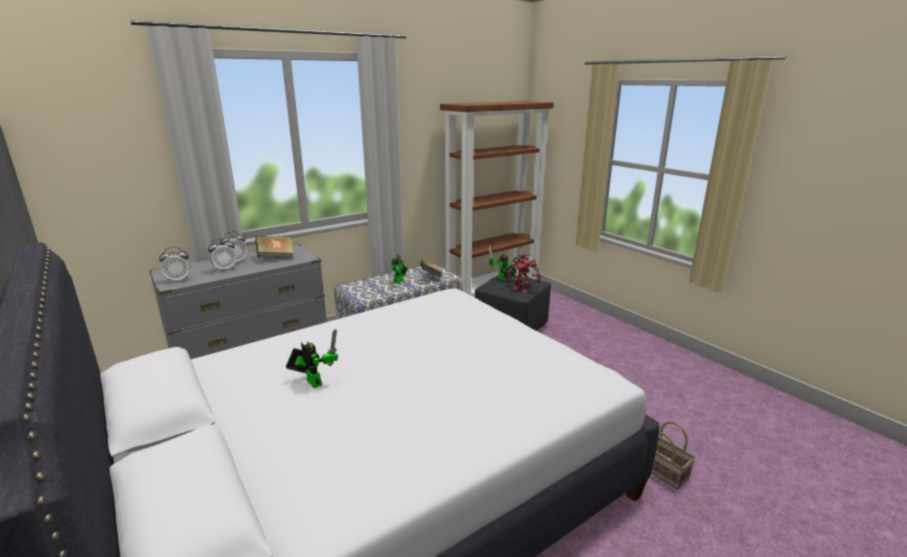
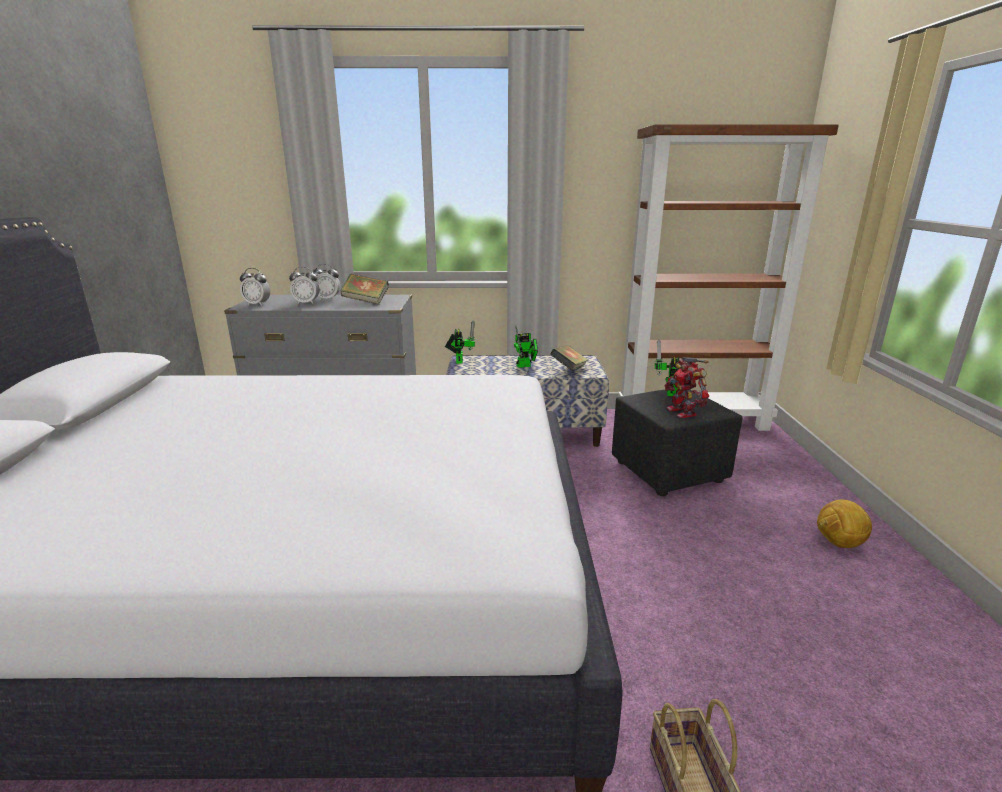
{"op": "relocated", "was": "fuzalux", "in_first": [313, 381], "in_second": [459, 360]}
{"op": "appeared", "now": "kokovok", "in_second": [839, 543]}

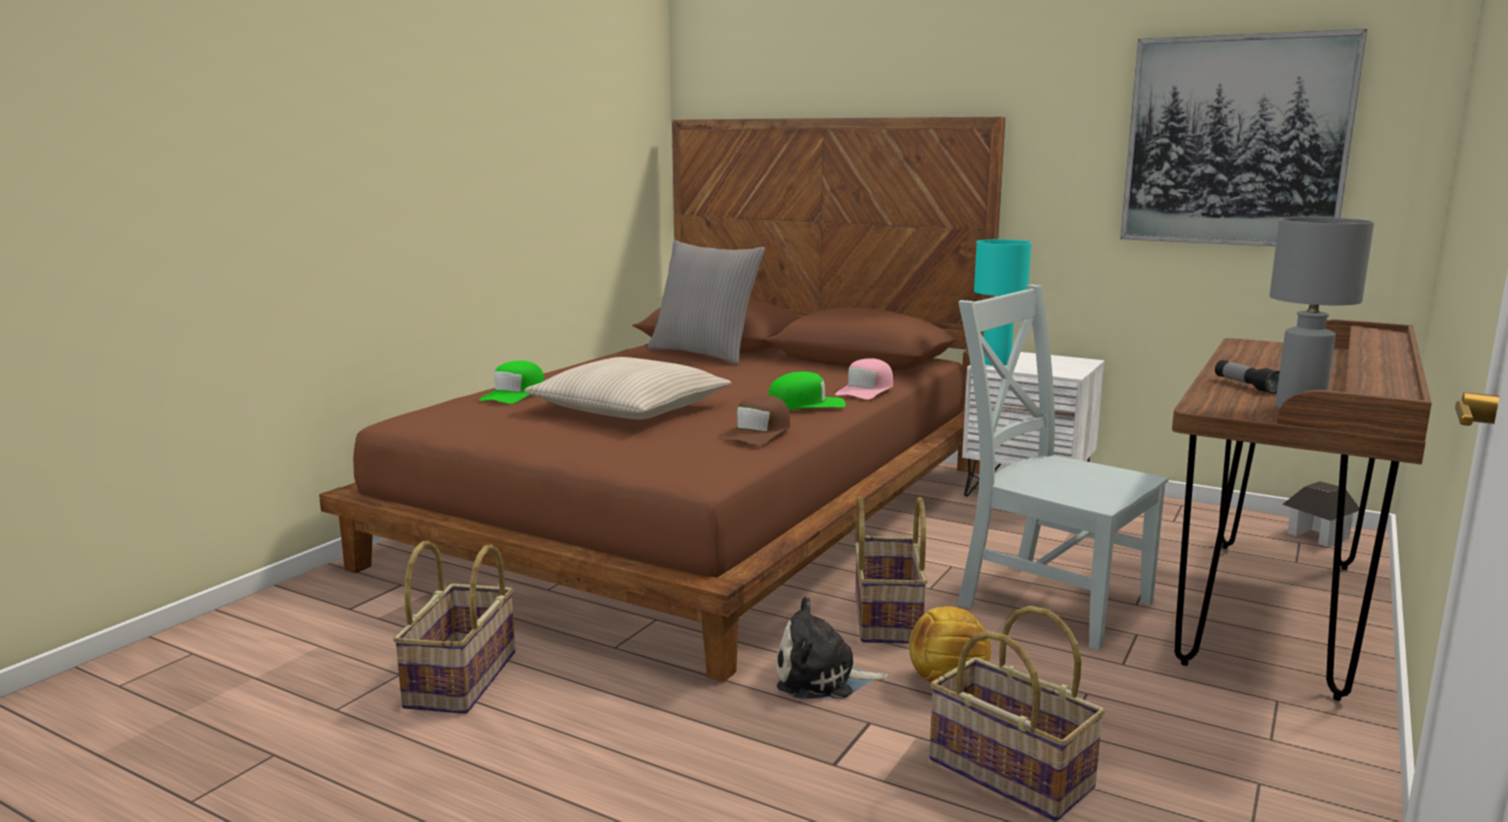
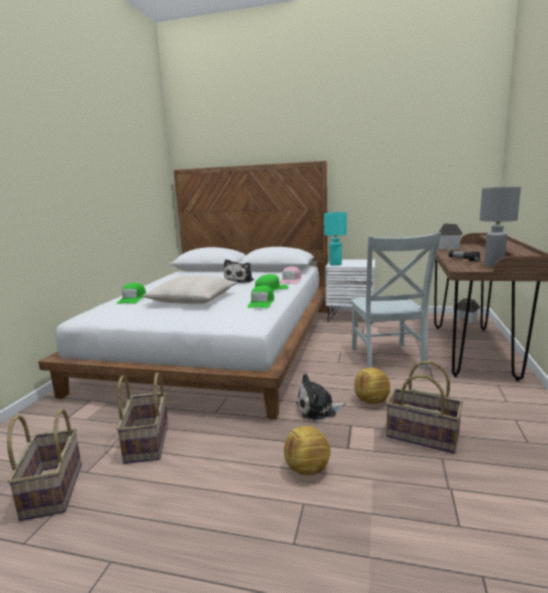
{"op": "missing", "was": "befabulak", "in_first": [1235, 141]}
{"op": "colour", "was": "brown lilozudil", "now": "white lilozudil", "in_first": [701, 514], "in_second": [221, 345]}
{"op": "missing", "was": "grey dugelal", "in_first": [705, 354]}
{"op": "spun", "was": "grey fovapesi", "in_first": [1047, 600], "in_second": [387, 359], "clockwise": -120}
{"op": "colour", "was": "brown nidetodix", "now": "green nidetodix", "in_first": [758, 433], "in_second": [261, 303]}
{"op": "relocated", "was": "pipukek", "in_first": [885, 618], "in_second": [51, 490]}
{"op": "appeared", "now": "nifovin", "in_second": [448, 248]}
{"op": "appeared", "now": "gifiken", "in_second": [240, 281]}
{"op": "appeared", "now": "kokovok", "in_second": [307, 469]}

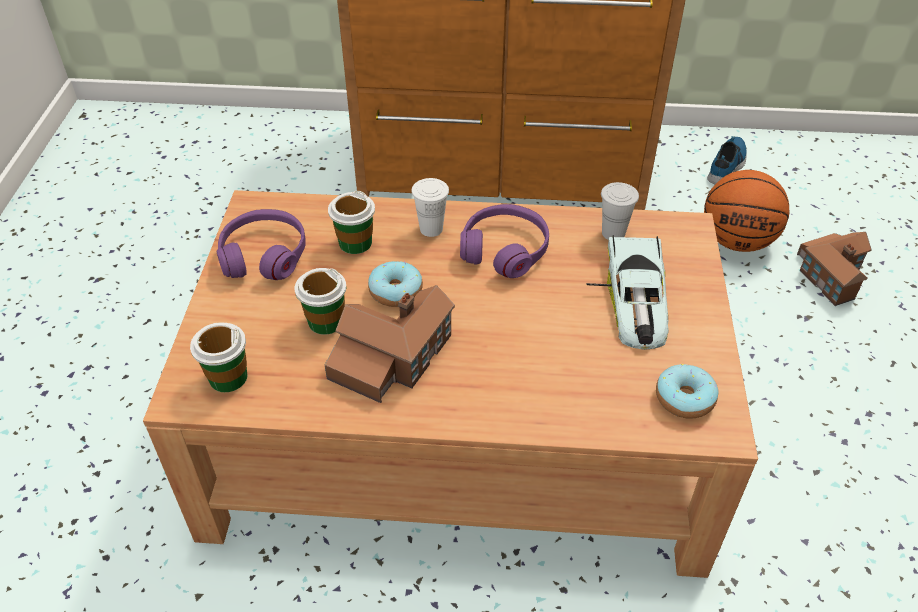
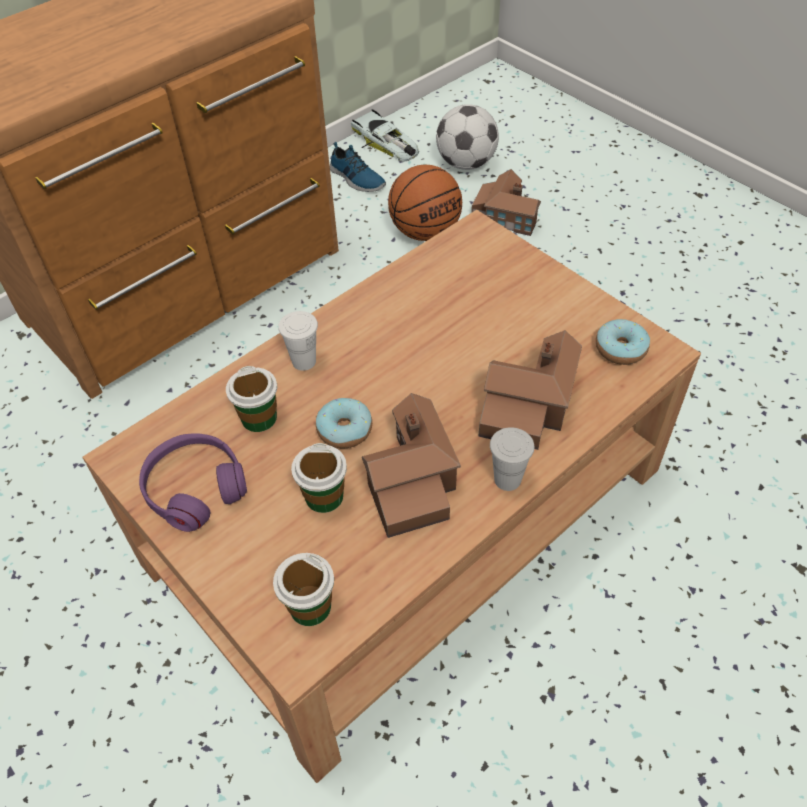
{"op": "spun", "was": "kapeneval", "in_first": [727, 165], "in_second": [356, 179], "clockwise": 150}
{"op": "relocated", "was": "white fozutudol", "in_first": [613, 233], "in_second": [507, 479]}
{"op": "missing", "was": "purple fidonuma", "in_first": [504, 249]}
{"op": "relocated", "was": "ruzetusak", "in_first": [634, 299], "in_second": [385, 143]}
{"op": "appeared", "now": "kokovok", "in_second": [466, 163]}
{"op": "appeared", "now": "nifovin", "in_second": [528, 405]}

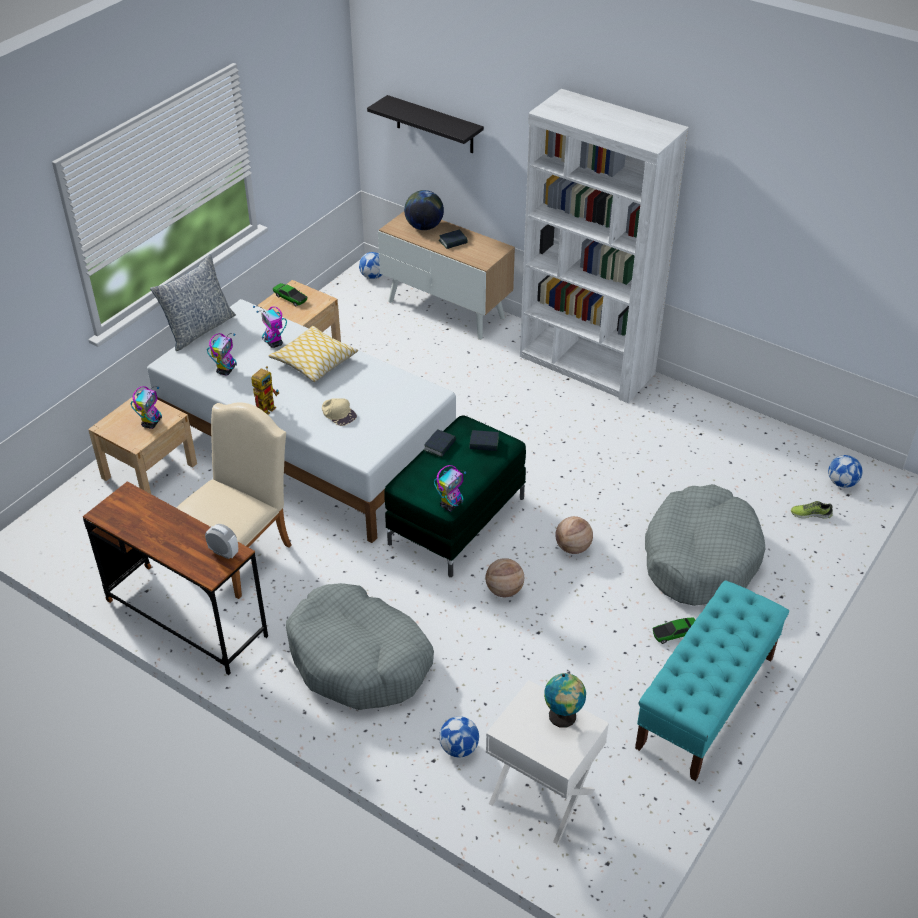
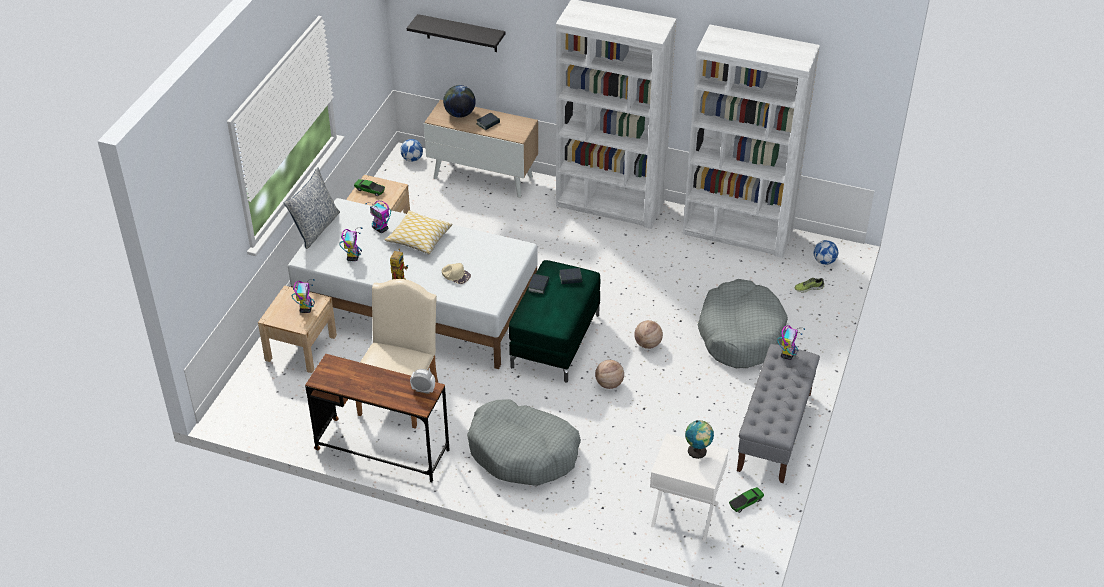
{"op": "relocated", "was": "fuzalux", "in_first": [451, 504], "in_second": [787, 354]}
{"op": "colour", "was": "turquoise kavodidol", "now": "grey kavodidol", "in_first": [705, 702], "in_second": [774, 431]}
{"op": "relocated", "was": "ruzetusak", "in_first": [674, 633], "in_second": [746, 502]}
{"op": "missing", "was": "kokovok", "in_first": [459, 748]}
{"op": "appeared", "now": "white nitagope", "in_second": [738, 232]}

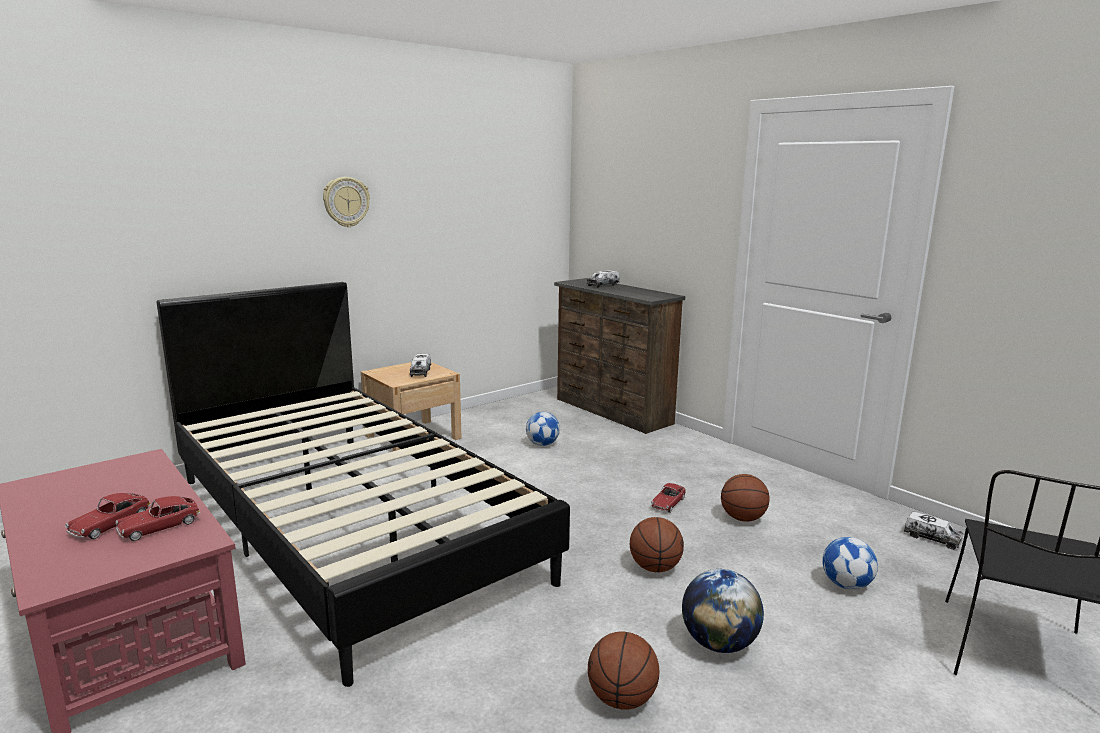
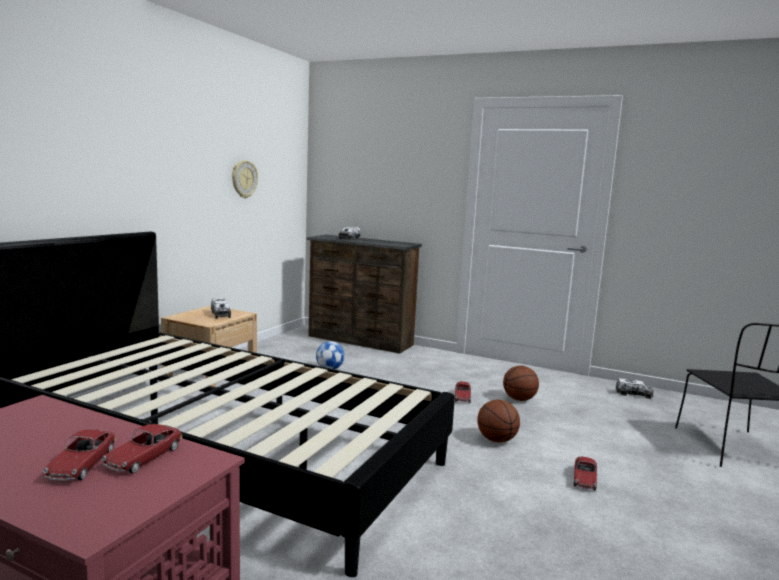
{"op": "relocated", "was": "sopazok", "in_first": [346, 202], "in_second": [244, 179]}
{"op": "missing", "was": "kokovok", "in_first": [846, 585]}
{"op": "exchanged", "was": "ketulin", "now": "ruzetusak", "in_first": [719, 644], "in_second": [584, 479]}
{"op": "missing", "was": "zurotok", "in_first": [622, 699]}

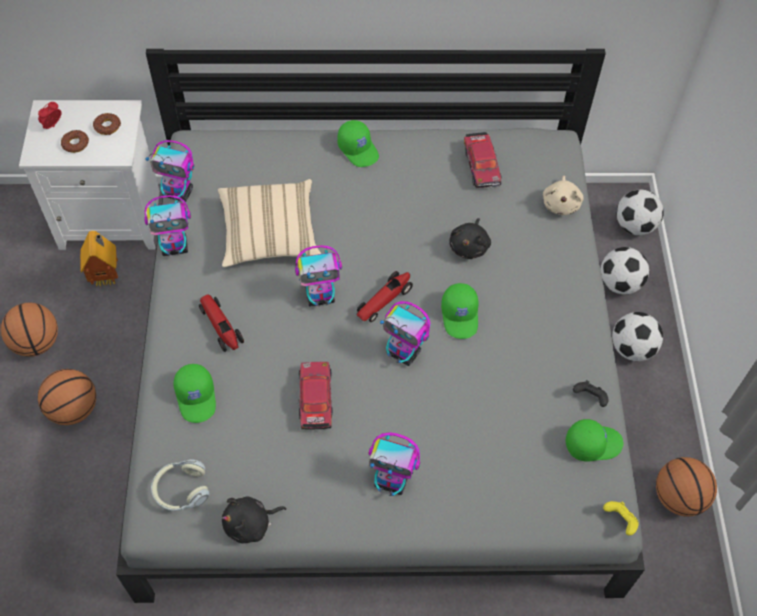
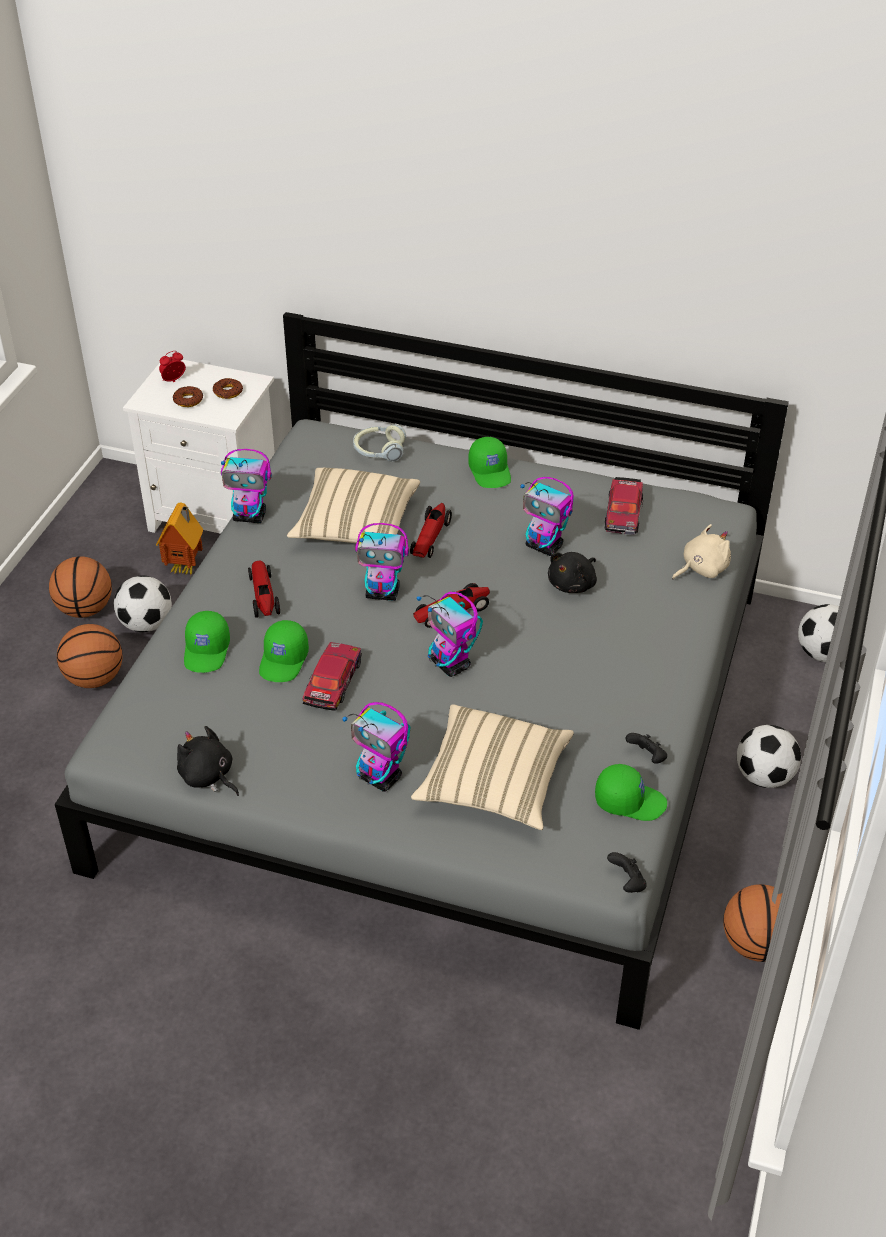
{"op": "relocated", "was": "fuzalux", "in_first": [179, 193], "in_second": [544, 546]}
{"op": "spun", "was": "beige gifiken", "in_first": [561, 204], "in_second": [701, 569], "clockwise": -150}
{"op": "relocated", "was": "kokovok", "in_first": [619, 283], "in_second": [146, 624]}
{"op": "relocated", "was": "green nidetodix", "in_first": [460, 316], "in_second": [284, 661]}
{"op": "relocated", "was": "fidonuma", "in_first": [181, 490], "in_second": [379, 451]}
{"op": "spun", "was": "black gifiken", "in_first": [250, 524], "in_second": [208, 777], "clockwise": 45}
{"op": "colour", "was": "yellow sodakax", "now": "black sodakax", "in_first": [620, 521], "in_second": [627, 883]}
{"op": "appeared", "now": "ruzetusak", "in_second": [430, 537]}
{"op": "appeared", "now": "beige dugelal", "in_second": [493, 783]}

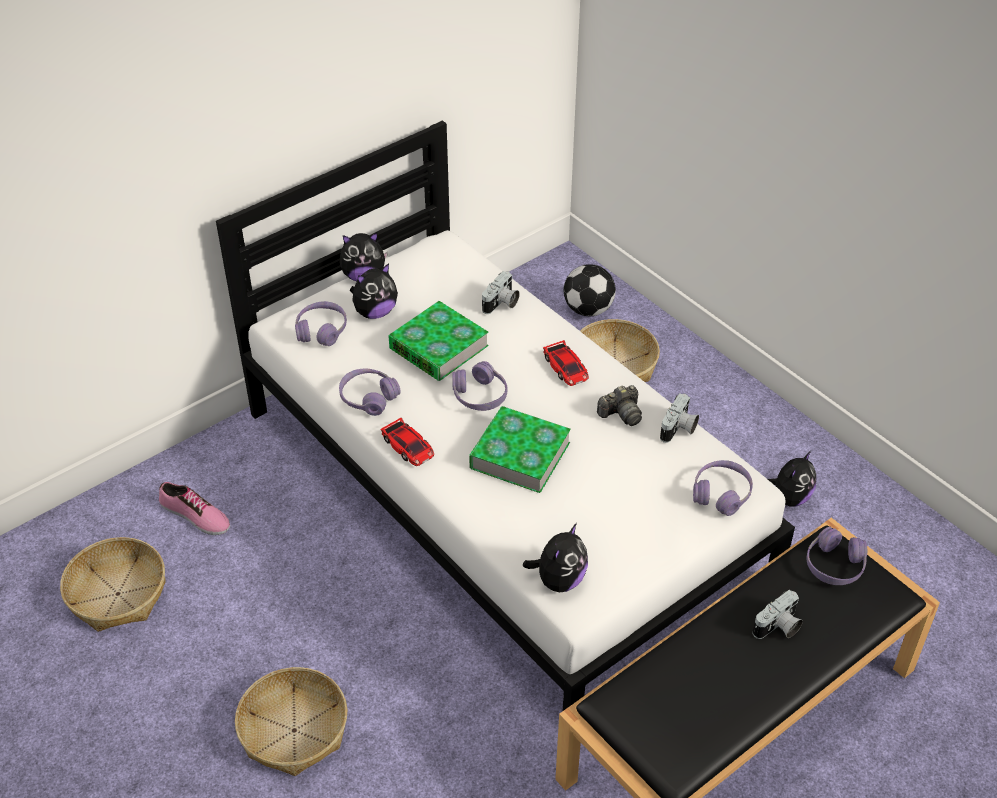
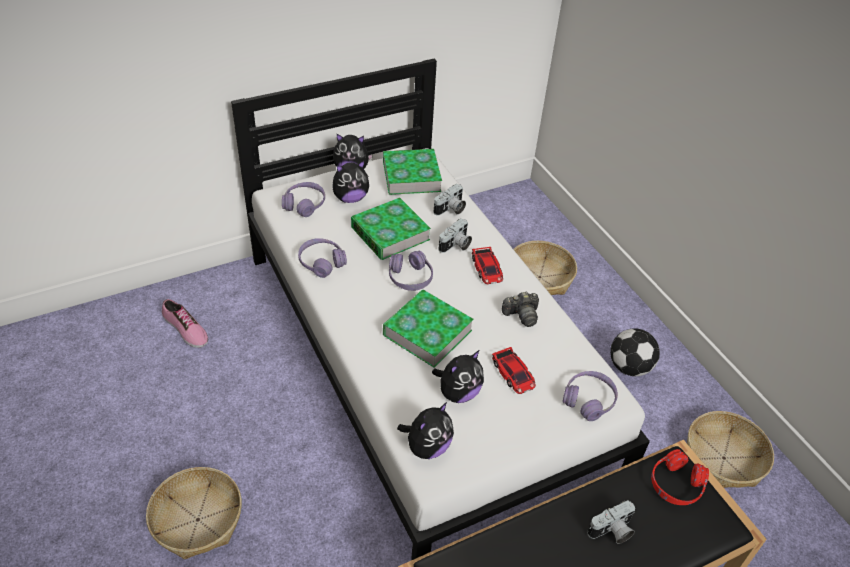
{"op": "relocated", "was": "kokovok", "in_first": [587, 309], "in_second": [629, 366]}
{"op": "relocated", "was": "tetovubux", "in_first": [679, 429], "in_second": [456, 245]}
{"op": "relocated", "was": "ruzetusak", "in_first": [408, 446], "in_second": [513, 374]}
{"op": "relocated", "was": "gifiken", "in_first": [789, 497], "in_second": [458, 393]}
{"op": "colour", "was": "purple fidonuma", "now": "red fidonuma", "in_first": [834, 565], "in_second": [676, 484]}
{"op": "relocated", "was": "pipukek", "in_first": [118, 594], "in_second": [724, 458]}
{"op": "appeared", "now": "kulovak", "in_second": [411, 176]}

